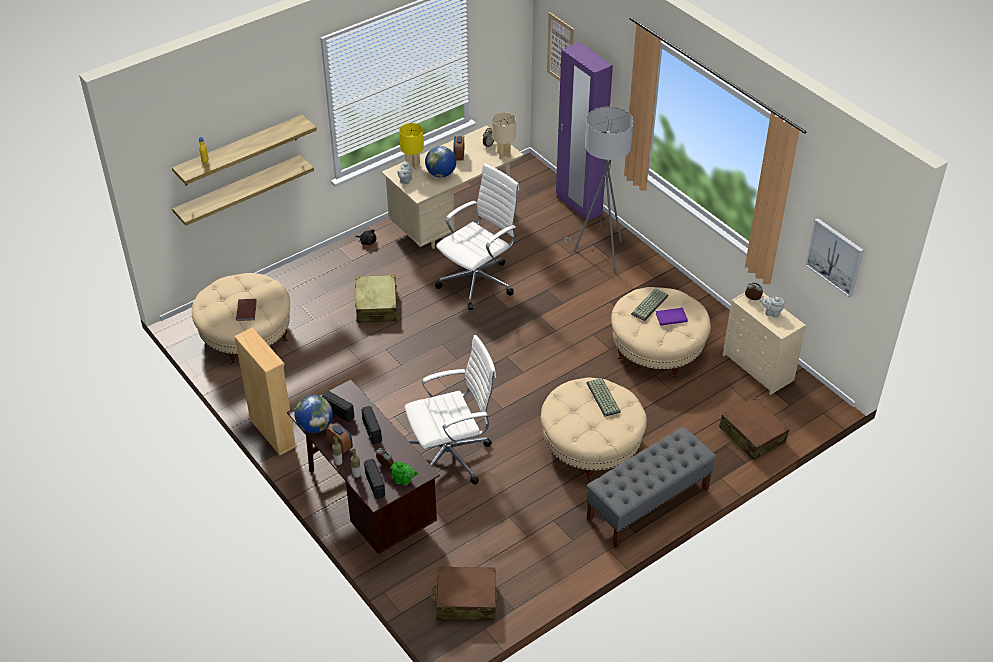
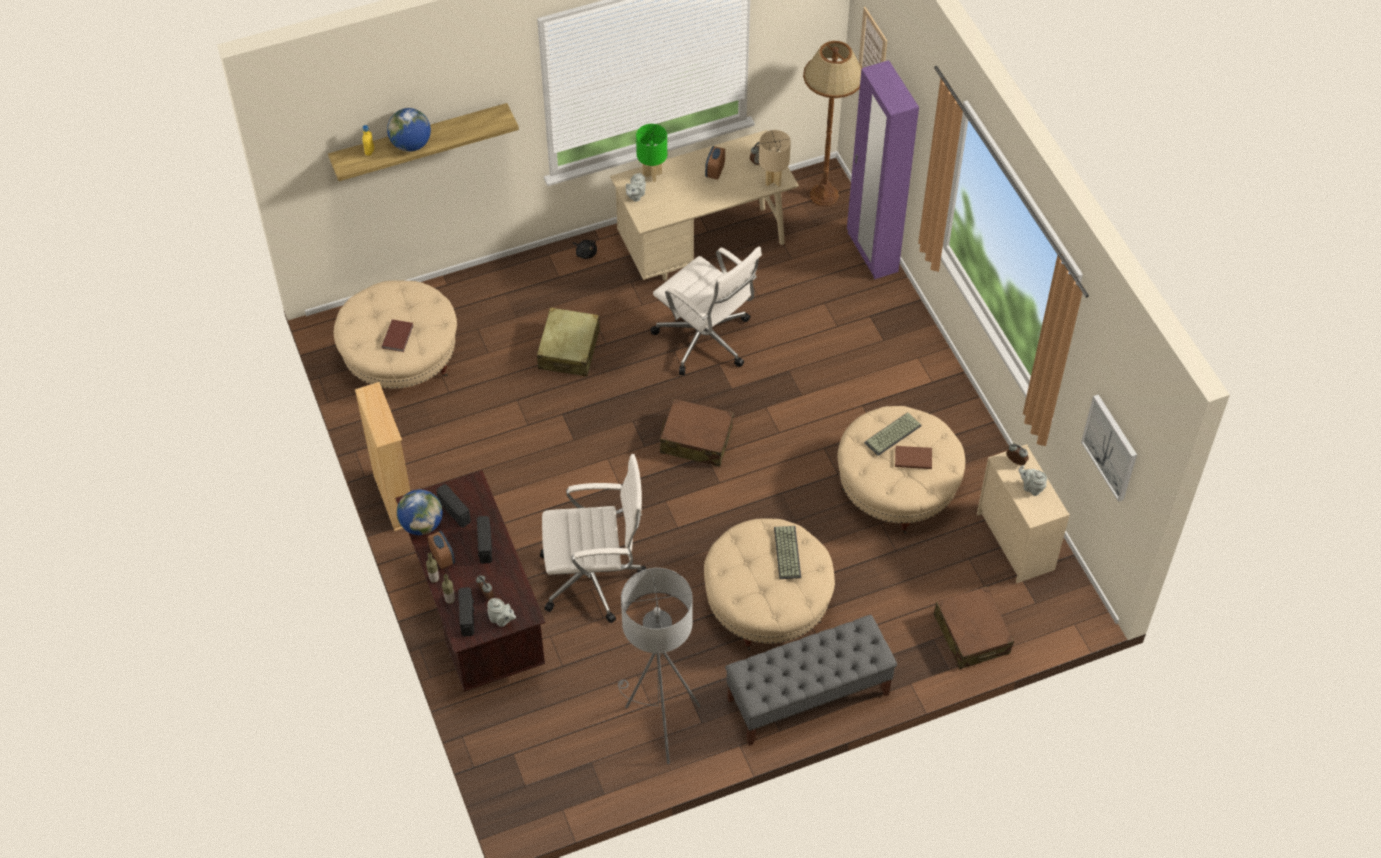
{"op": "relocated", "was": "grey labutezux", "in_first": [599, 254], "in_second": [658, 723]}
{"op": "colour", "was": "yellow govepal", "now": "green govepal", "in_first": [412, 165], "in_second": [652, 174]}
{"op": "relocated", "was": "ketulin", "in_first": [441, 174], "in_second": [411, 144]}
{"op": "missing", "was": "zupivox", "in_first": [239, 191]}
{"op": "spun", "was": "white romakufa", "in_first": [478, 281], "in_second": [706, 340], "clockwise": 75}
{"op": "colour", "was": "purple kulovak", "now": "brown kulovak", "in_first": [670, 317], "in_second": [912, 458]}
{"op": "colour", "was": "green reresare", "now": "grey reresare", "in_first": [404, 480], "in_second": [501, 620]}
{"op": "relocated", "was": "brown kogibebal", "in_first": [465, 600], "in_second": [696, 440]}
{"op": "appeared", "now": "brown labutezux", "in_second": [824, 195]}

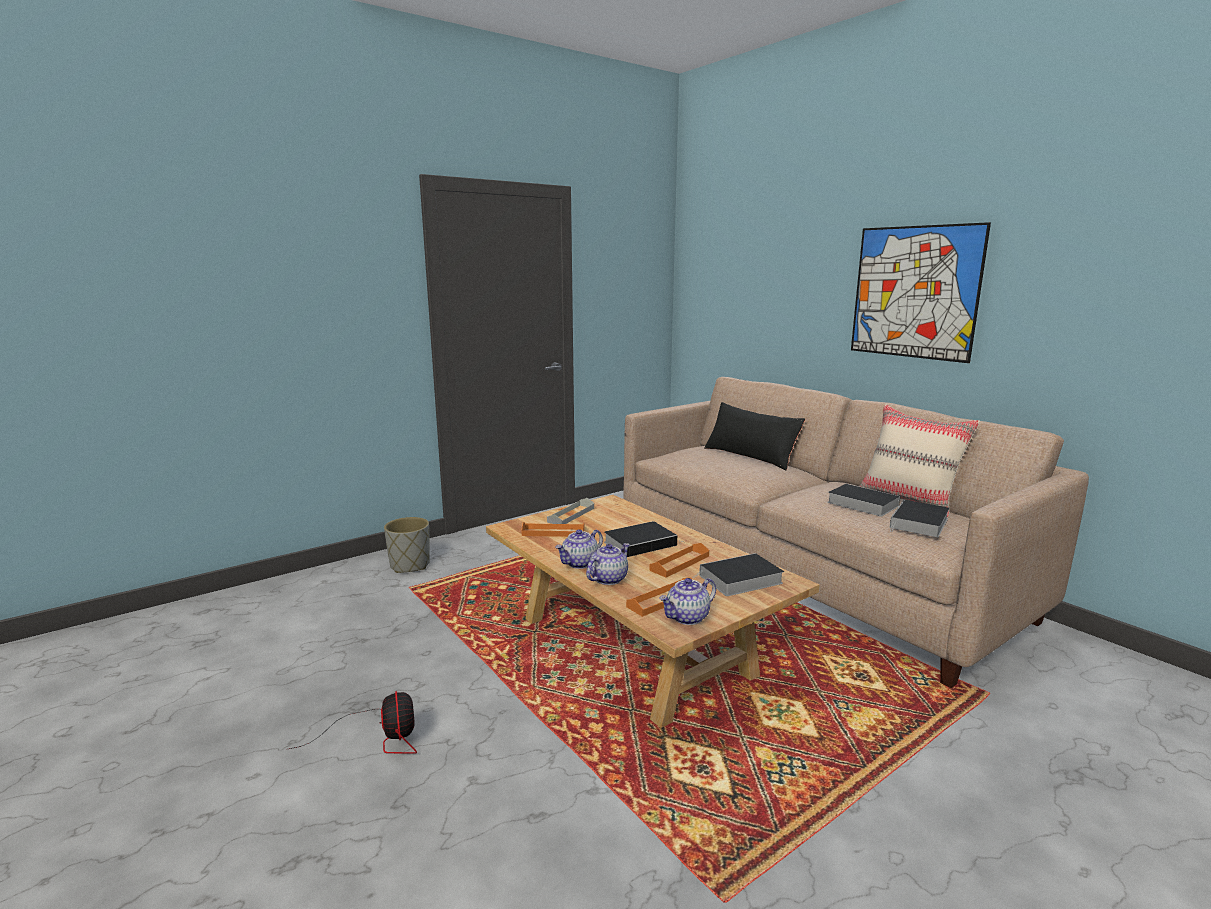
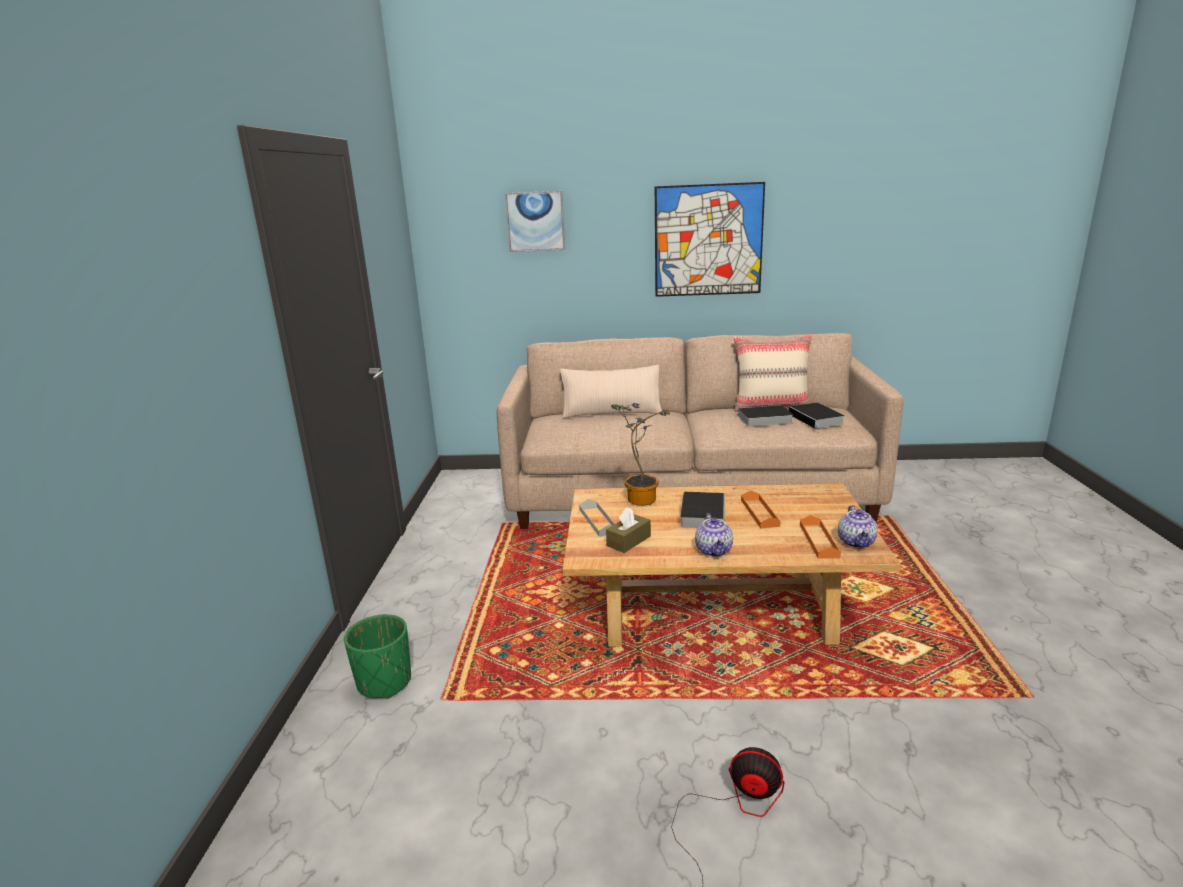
{"op": "colour", "was": "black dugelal", "now": "beige dugelal", "in_first": [750, 456], "in_second": [611, 412]}
{"op": "colour", "was": "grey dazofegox", "now": "green dazofegox", "in_first": [410, 565], "in_second": [385, 682]}
{"op": "exchanged", "was": "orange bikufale", "now": "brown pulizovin", "in_first": [553, 532], "in_second": [628, 541]}
{"op": "missing", "was": "reresare", "in_first": [608, 579]}
{"op": "missing", "was": "kulovak", "in_first": [739, 580]}
{"op": "appeared", "now": "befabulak", "in_second": [535, 221]}
{"op": "appeared", "now": "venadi", "in_second": [641, 497]}

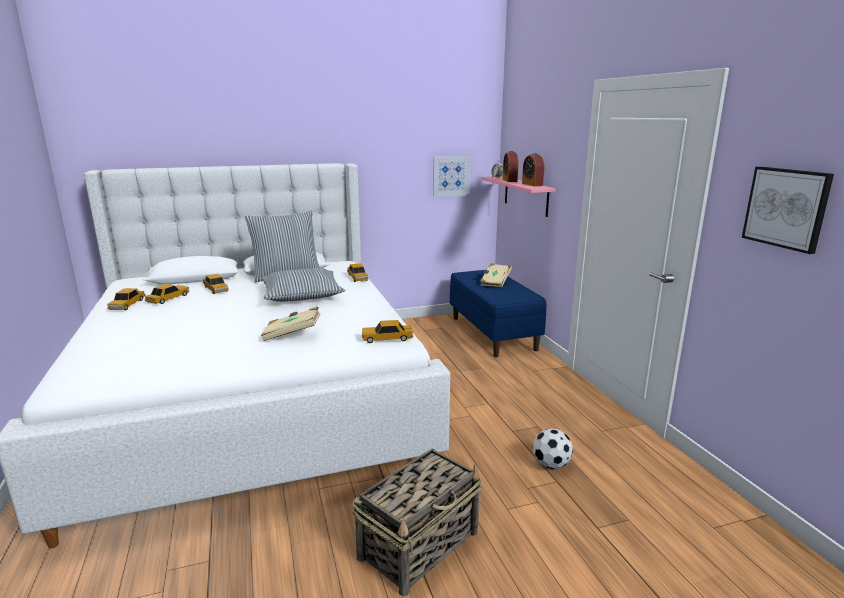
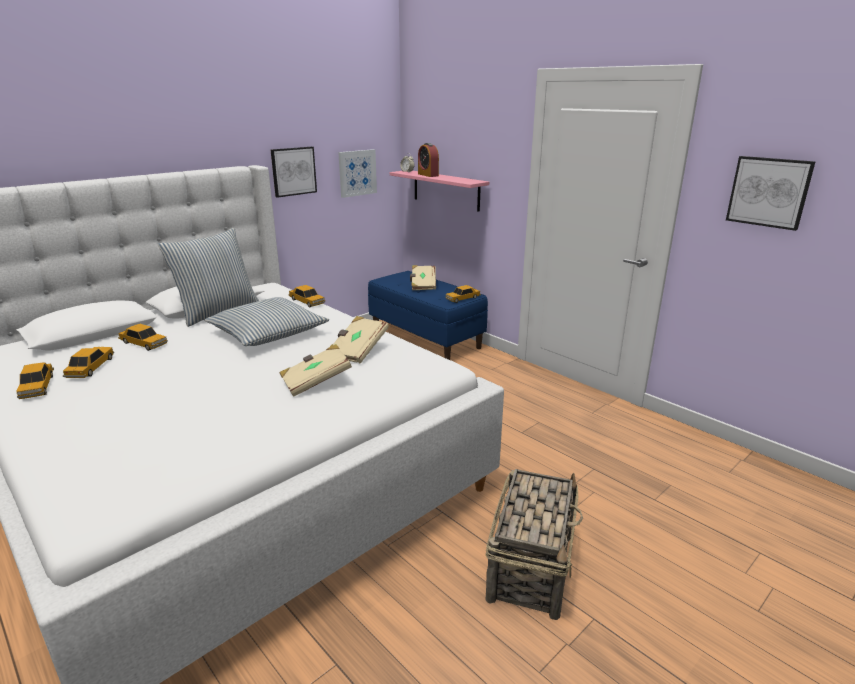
{"op": "missing", "was": "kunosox", "in_first": [532, 184]}
{"op": "relocated", "was": "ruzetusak", "in_first": [387, 338], "in_second": [462, 298]}
{"op": "missing", "was": "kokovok", "in_first": [550, 464]}
{"op": "appeared", "now": "befabulak", "in_second": [293, 171]}
{"op": "appeared", "now": "beige kulovak", "in_second": [358, 350]}

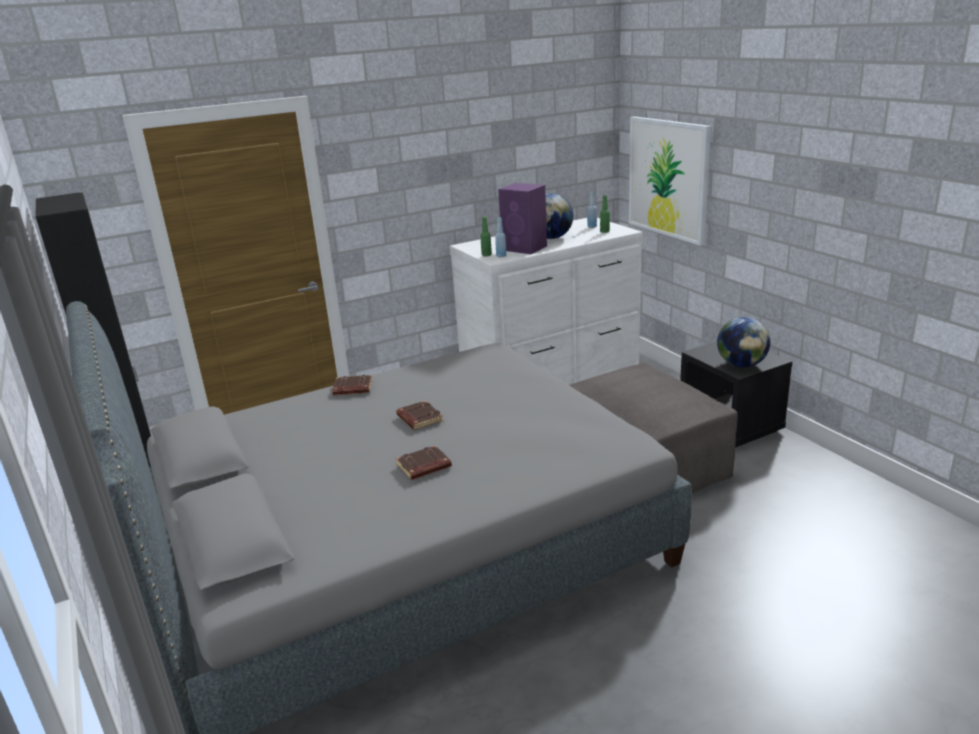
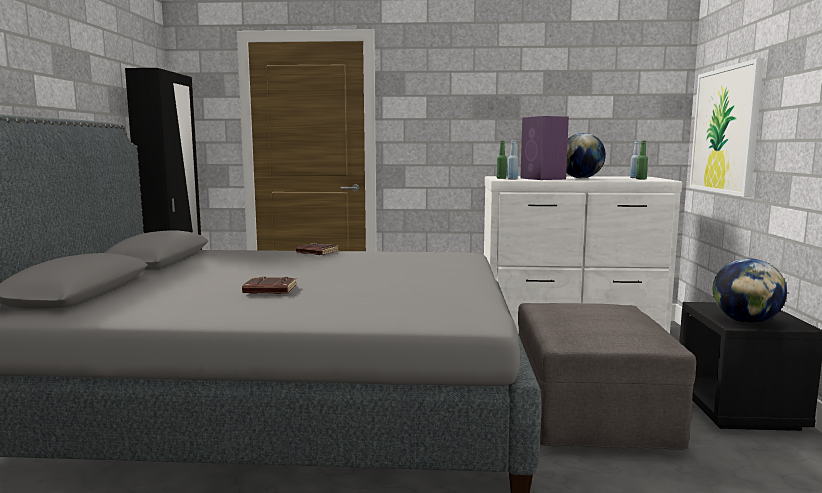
{"op": "missing", "was": "brown kulovak", "in_first": [419, 419]}

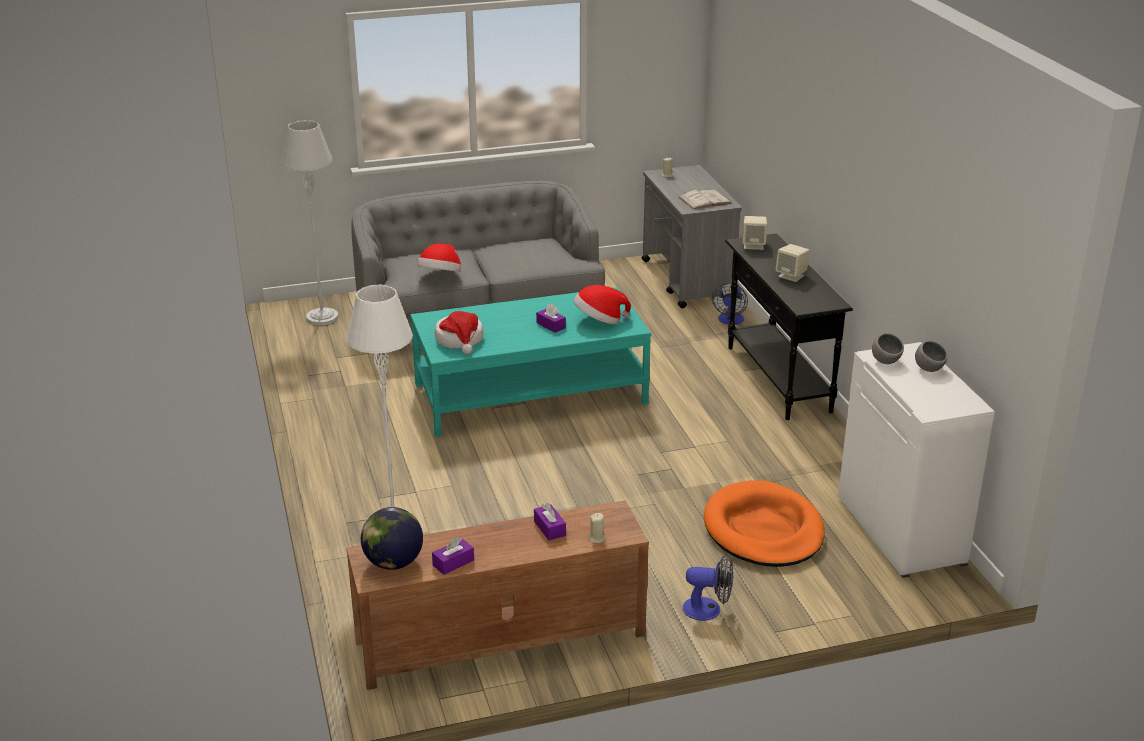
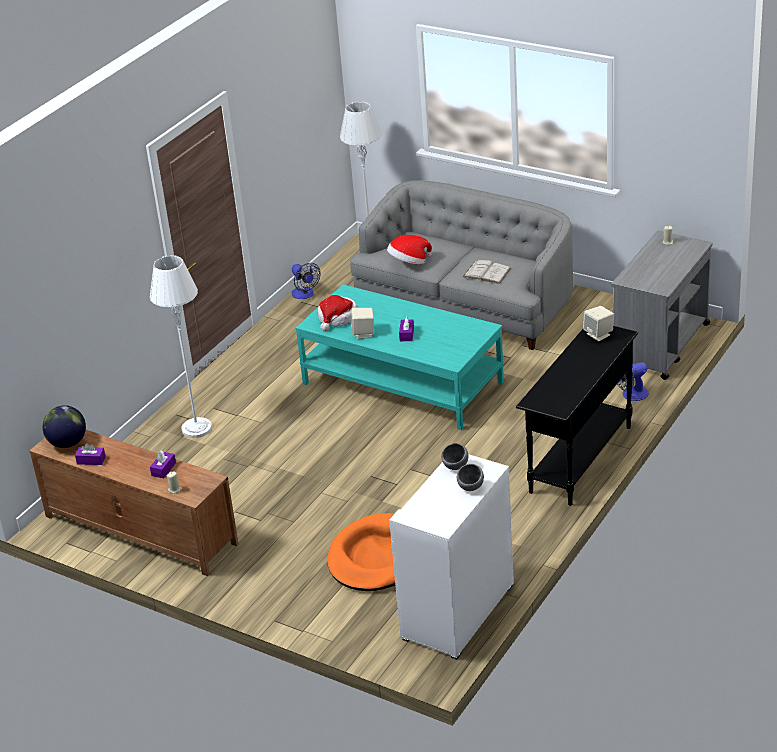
{"op": "relocated", "was": "white kulovak", "in_first": [705, 200], "in_second": [487, 272]}
{"op": "relocated", "was": "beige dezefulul", "in_first": [791, 276], "in_second": [363, 333]}
{"op": "missing", "was": "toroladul", "in_first": [599, 321]}
{"op": "relocated", "was": "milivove", "in_first": [708, 609], "in_second": [305, 295]}

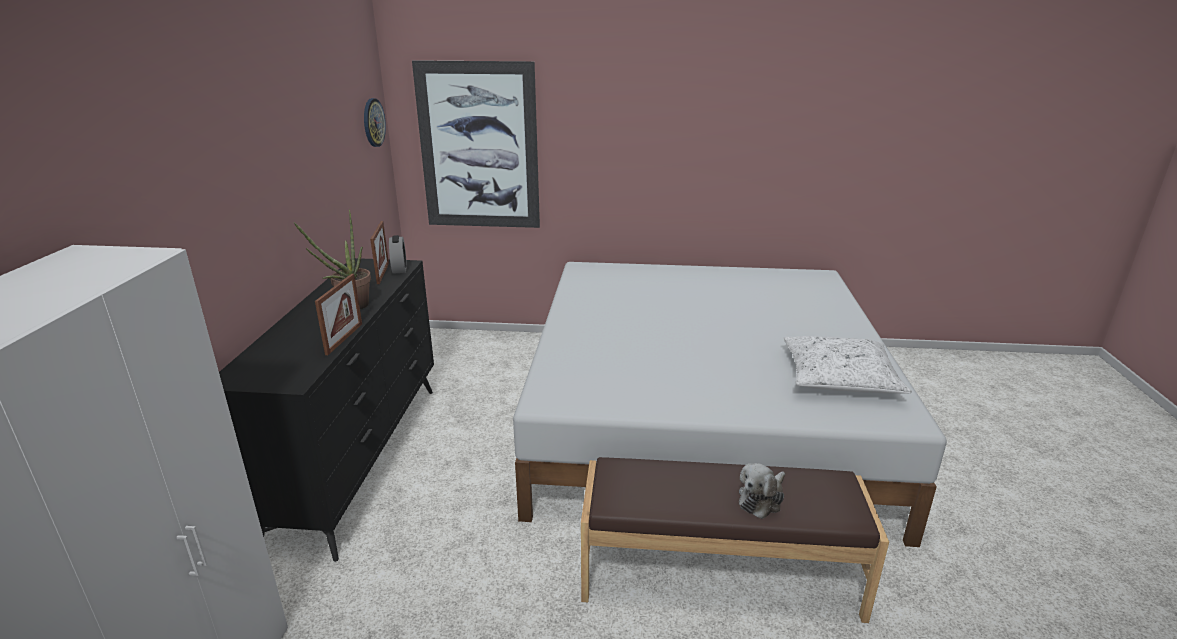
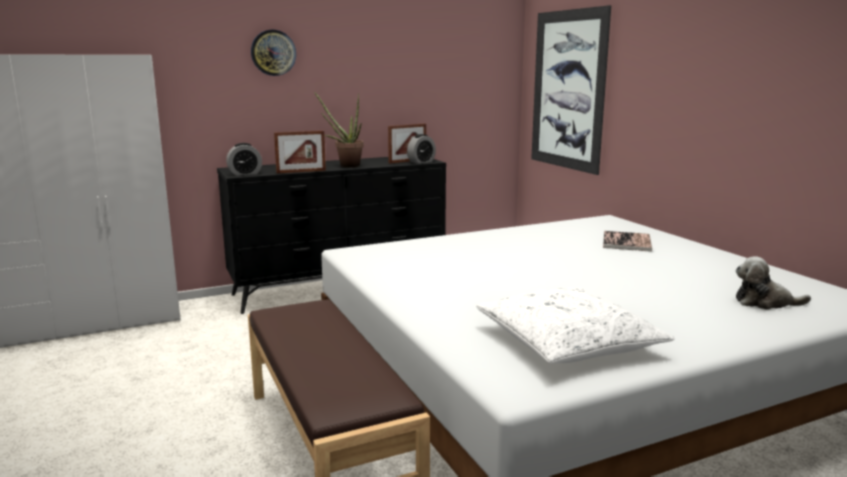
{"op": "relocated", "was": "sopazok", "in_first": [373, 122], "in_second": [273, 52]}
{"op": "relocated", "was": "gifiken", "in_first": [761, 499], "in_second": [764, 302]}
{"op": "appeared", "now": "kunosox", "in_second": [245, 173]}
{"op": "appeared", "now": "kulovak", "in_second": [626, 242]}

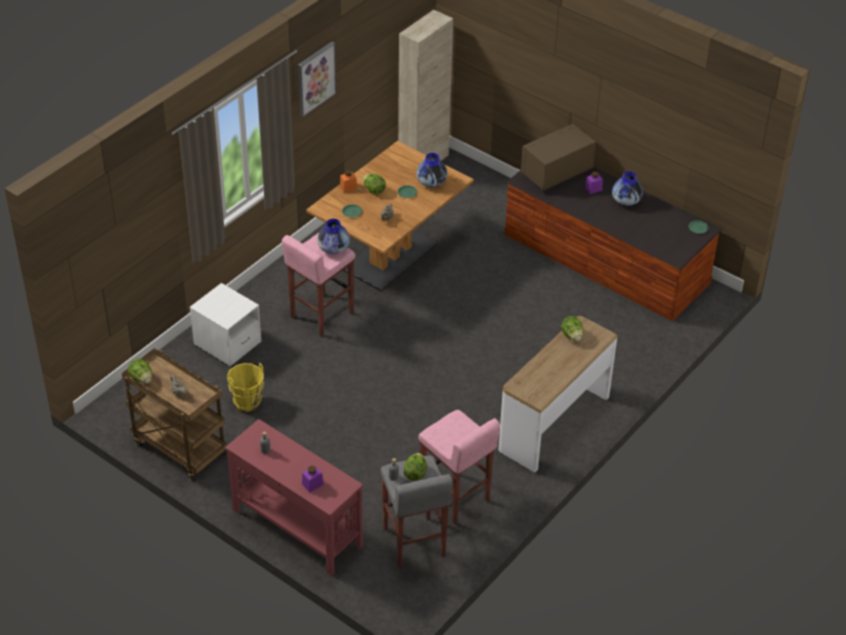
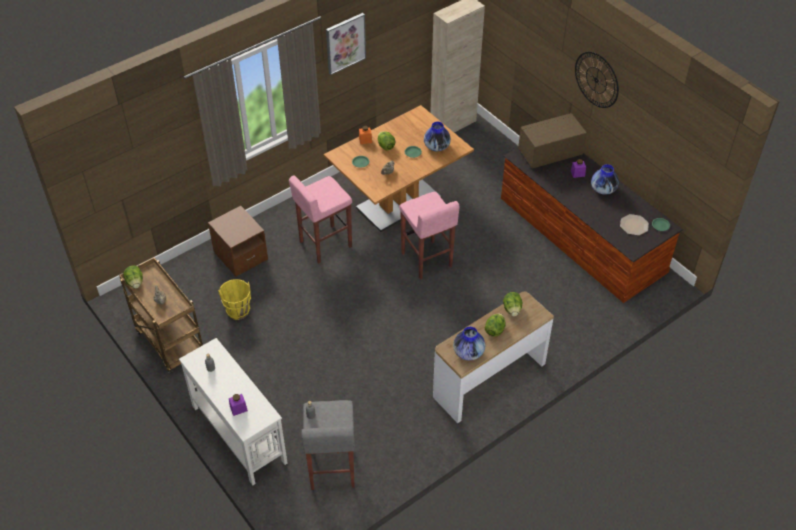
{"op": "relocated", "was": "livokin", "in_first": [334, 249], "in_second": [468, 352]}
{"op": "colour", "was": "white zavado", "now": "brown zavado", "in_first": [227, 343], "in_second": [240, 256]}
{"op": "relocated", "was": "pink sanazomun", "in_first": [455, 498], "in_second": [426, 260]}
{"op": "colour", "was": "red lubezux", "now": "white lubezux", "in_first": [296, 527], "in_second": [239, 433]}
{"op": "relocated", "was": "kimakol", "in_first": [415, 474], "in_second": [494, 330]}
{"op": "appeared", "now": "sopazok", "in_second": [596, 79]}
{"op": "appeared", "now": "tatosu", "in_second": [634, 225]}

